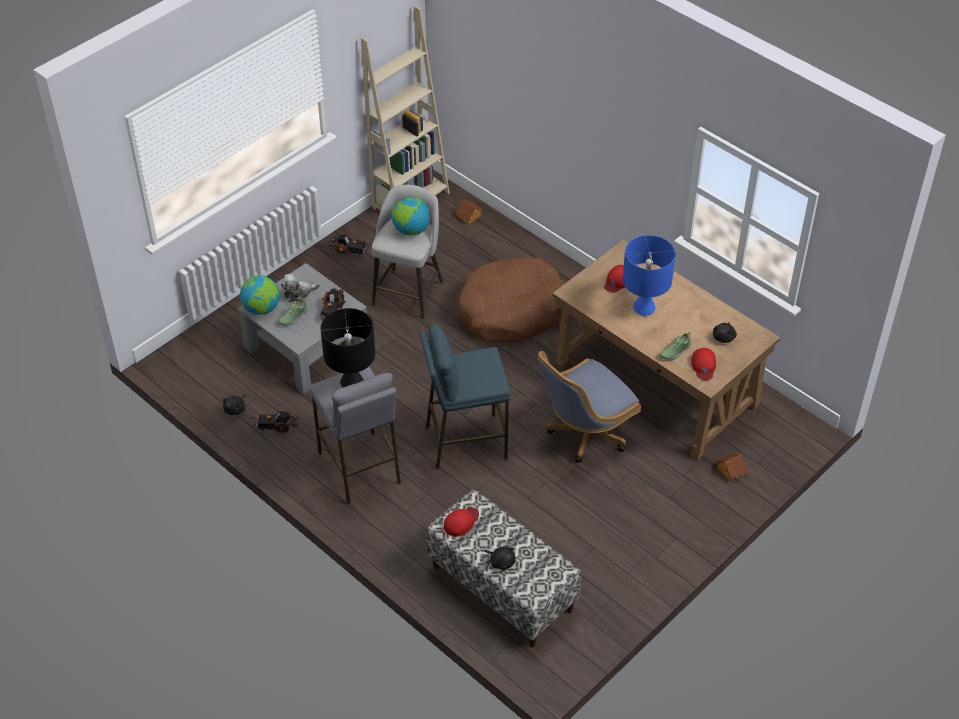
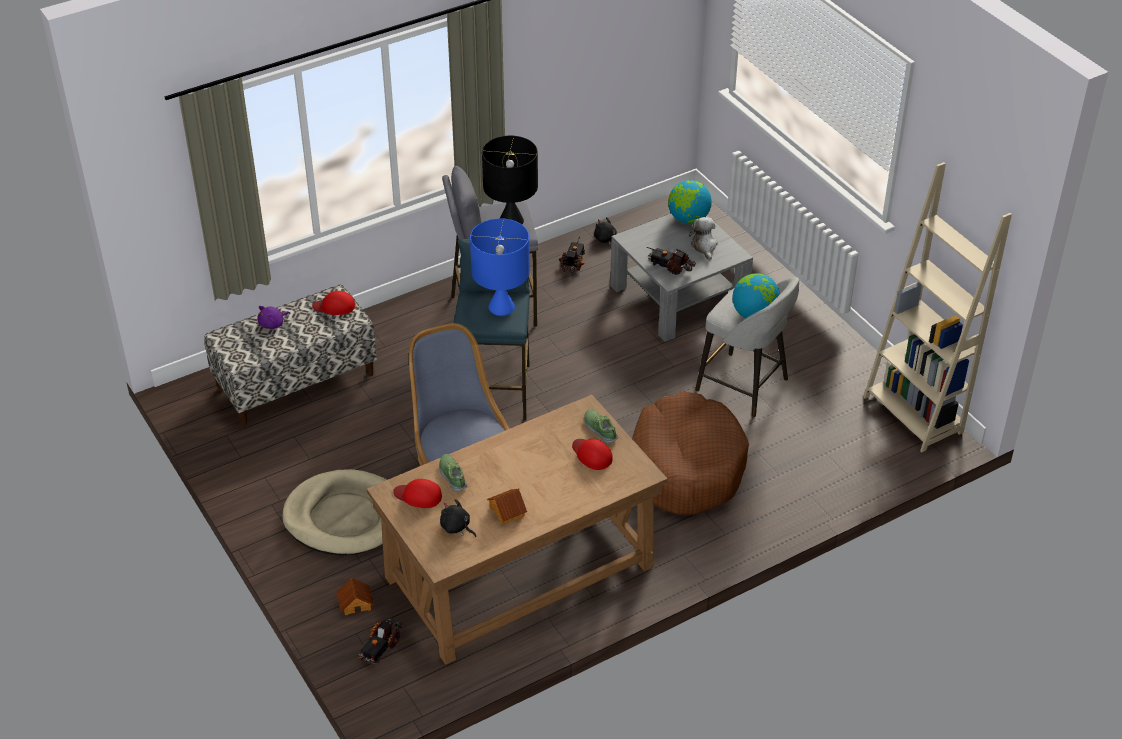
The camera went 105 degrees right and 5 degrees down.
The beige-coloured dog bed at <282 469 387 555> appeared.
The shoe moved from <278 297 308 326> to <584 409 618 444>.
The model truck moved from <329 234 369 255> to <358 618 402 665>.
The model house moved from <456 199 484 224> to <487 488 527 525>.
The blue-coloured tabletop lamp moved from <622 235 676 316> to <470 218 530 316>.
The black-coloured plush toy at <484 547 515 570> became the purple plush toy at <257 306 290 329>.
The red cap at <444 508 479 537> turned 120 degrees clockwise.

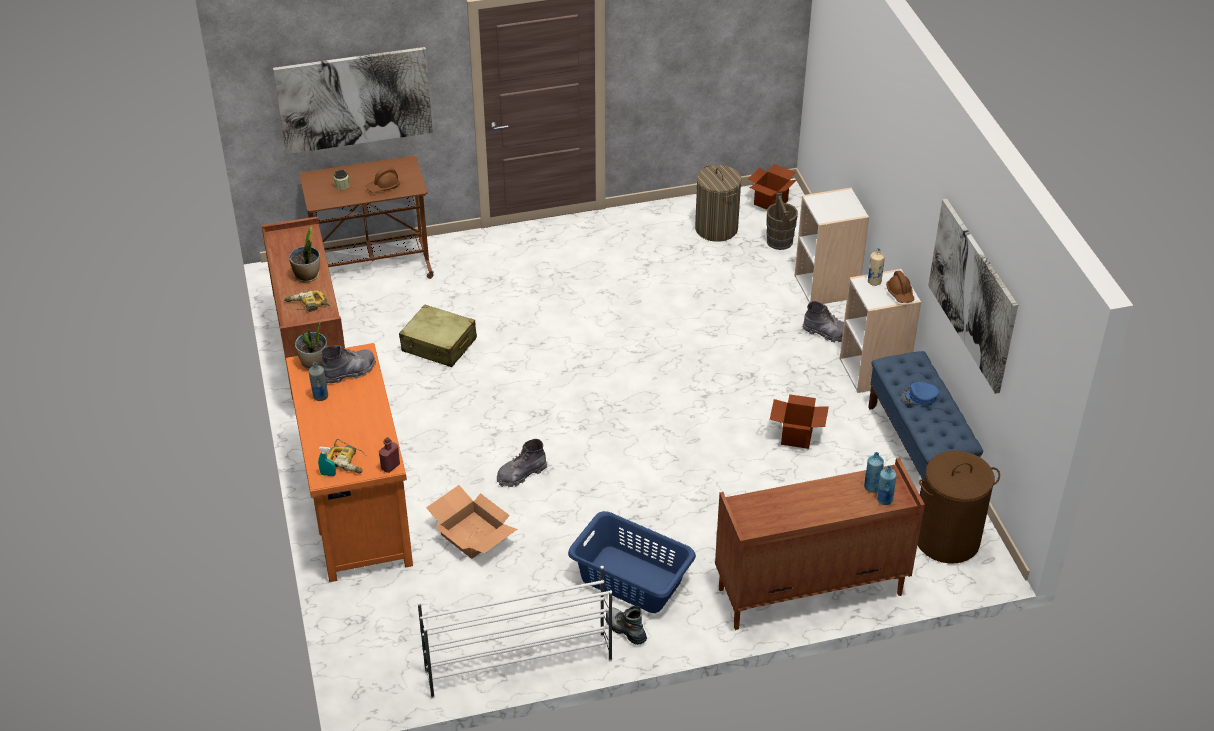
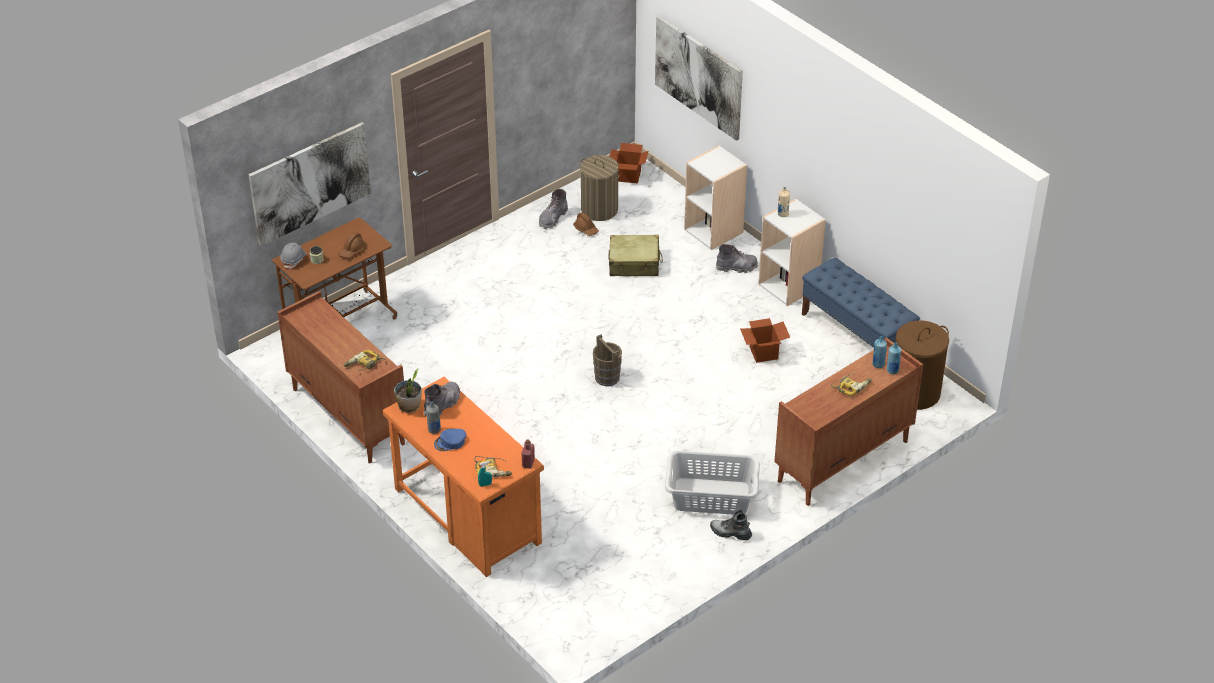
The camera went 25 degrees left and 0 degrees up.
The potted plant at <289 226 320 283> disappeared.
The white-coloured shoe rack at <418 566 612 699> disappeared.
The cardboard box at <426 485 517 559> disappeared.
The grey hard hat at <280 242 307 270> appeared.
The electric drill at <831 374 872 396> appeared.
The beige-coloured travel case moved from <399 304 477 367> to <608 235 663 276>.
The grey boot moved from <496 439 547 487> to <539 189 568 229>.
The brown-coloured pail moved from <766 193 798 250> to <593 334 622 386>.
The brown-coloured hard hat moved from <886 271 915 303> to <573 213 599 236>.
The blue-coloured cap moved from <901 382 939 406> to <434 429 466 451>.
The wall art moved from <928 199 1018 394> to <655 16 743 141>.
The blue-coloured hamper at <568 511 696 613> became the grey hamper at <665 450 760 515>.

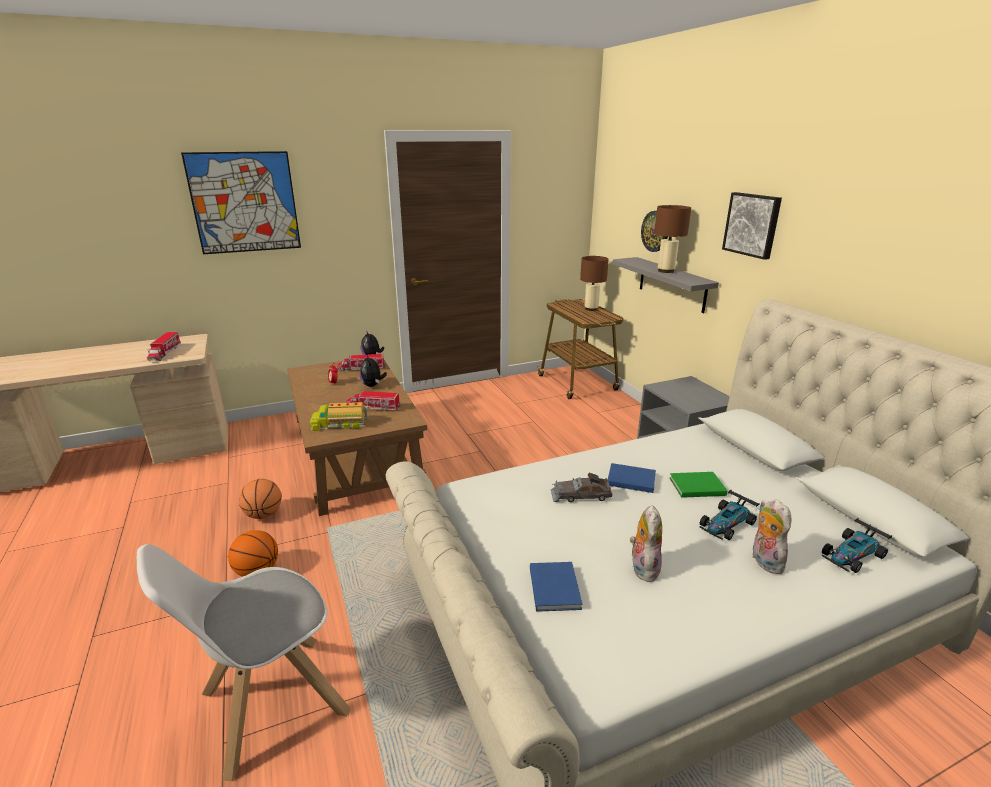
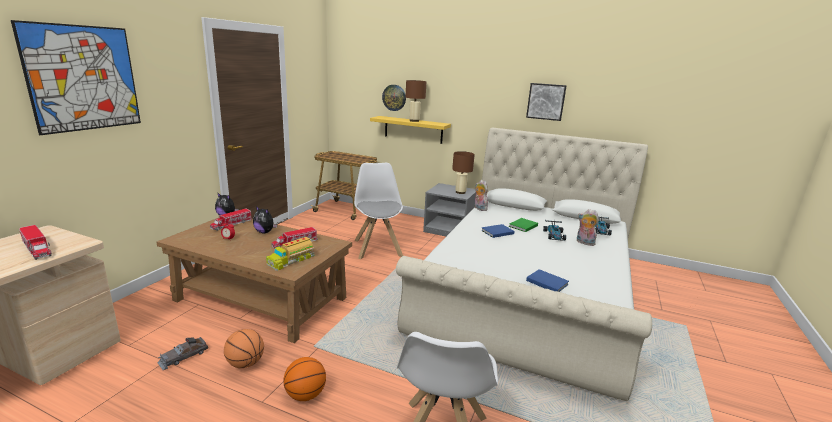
The camera went 45 degrees left and 5 degrees down.
The chair at <354 163 403 259> appeared.
The grey toy car moved from <551 473 612 502> to <157 337 208 370>.
The brown-coloured tabletop lamp moved from <580 256 609 311> to <452 151 474 194>.
The plush toy moved from <630 505 662 582> to <475 180 488 211>.
The wall art moved from <722 192 782 260> to <526 83 567 121>.
The grey shelf at <612 257 719 313> became the yellowish shelf at <370 116 451 144>.

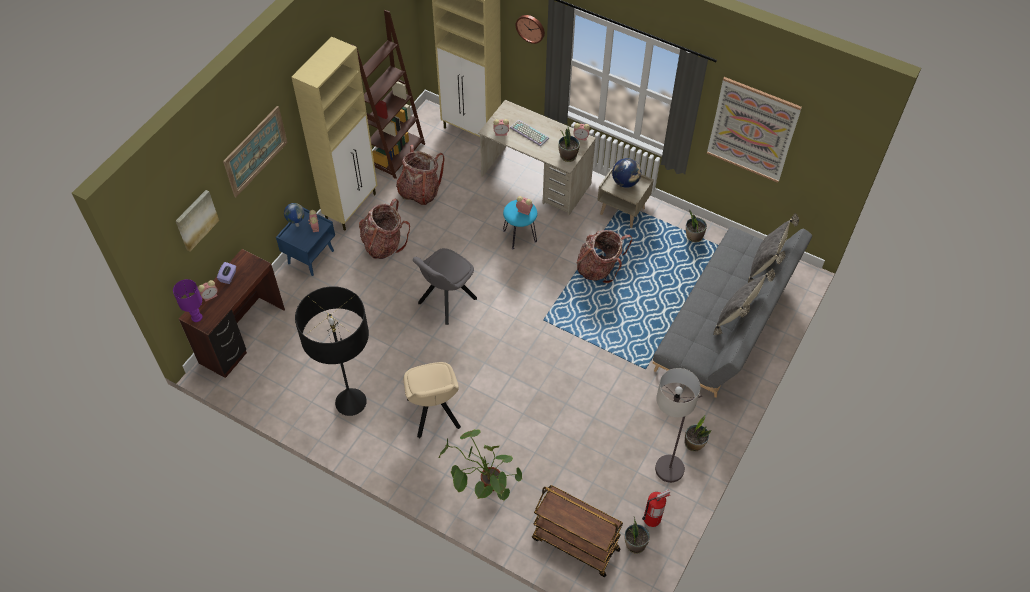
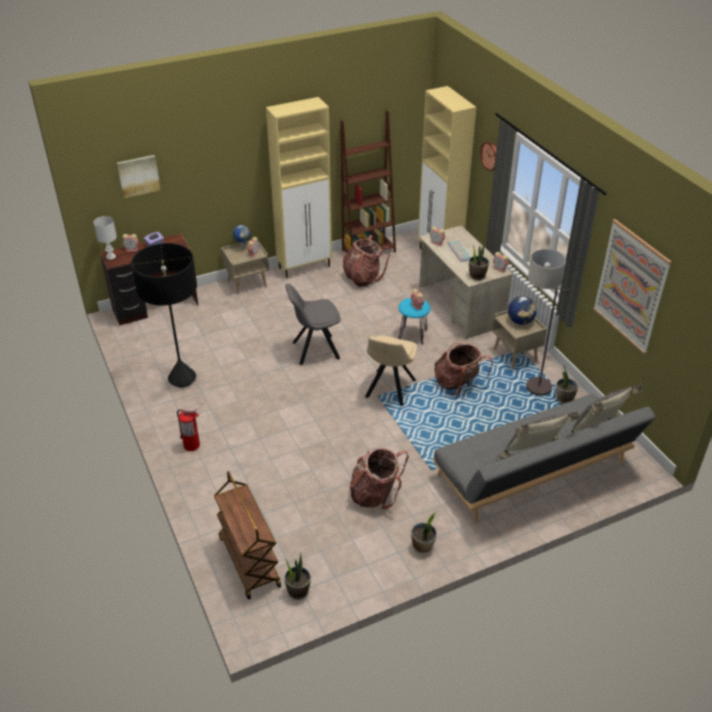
The camera went 35 degrees right and 15 degrees down.
The wall art at <223 106 288 197> disappeared.
The potted plant at <439 429 522 501> disappeared.
The backpack moved from <359 198 410 259> to <350 448 409 509>.
The beige-coloured chair moved from <404 362 461 438> to <365 335 417 406>.
The extinguisher moved from <642 490 670 527> to <177 409 200 451>.
The grey standing lamp moved from <655 368 702 483> to <526 249 570 396>.
The purple tabletop lamp at <173 279 203 322> became the white-coloured tabletop lamp at <93 216 117 260>.
The blue-coloured bedside table at <276 207 335 276> became the beige-coloured bedside table at <221 240 269 294>.

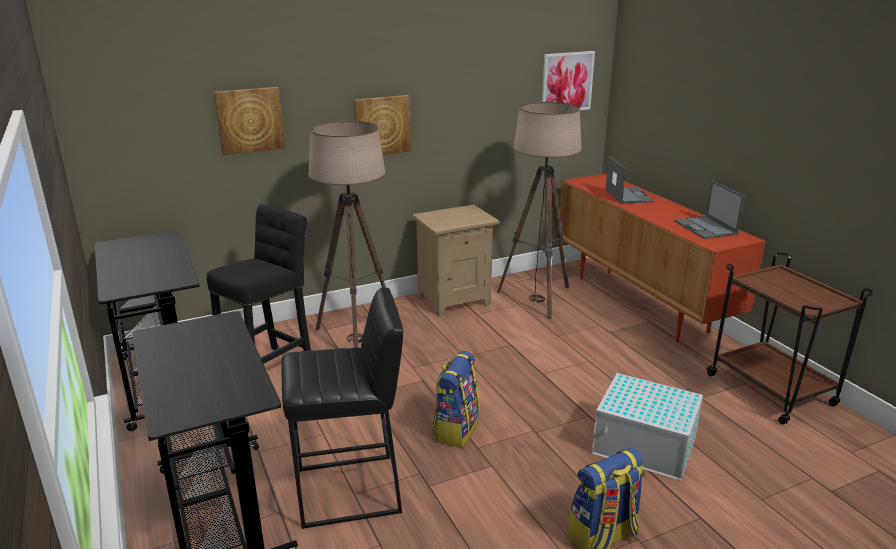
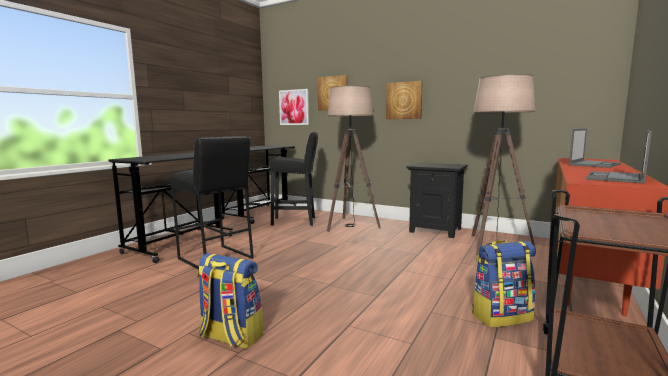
The camera went 55 degrees right and 15 degrees down.
The white-coloured storage container at <592 373 703 480> disappeared.
The backpack moved from <432 351 480 448> to <472 240 536 328>.
The wall art moved from <542 51 595 110> to <279 89 309 125>.
The beige-coloured bedside table at <412 204 500 316> became the black-coloured bedside table at <406 163 468 238>.

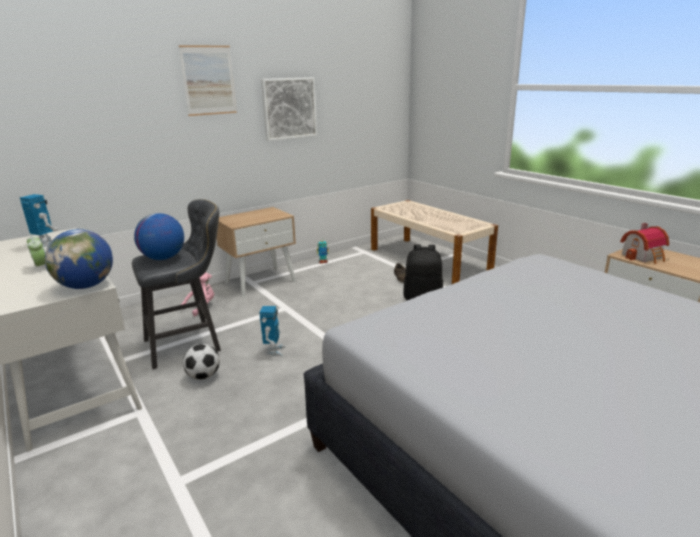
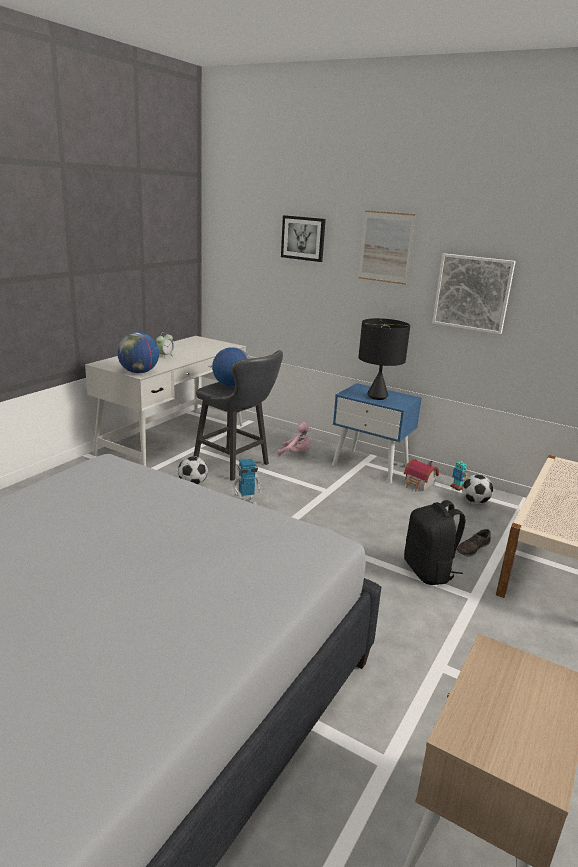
The camera went 65 degrees right and 0 degrees up.
The toy robot at <20 194 58 247> disappeared.
The wall art at <281 215 326 262> appeared.
The black-coloured tabletop lamp at <358 318 410 400> appeared.
The football at <462 474 493 504> appeared.
The model house moved from <620 223 669 264> to <404 459 439 492>.
The beige-coloured bedside table at <217 207 296 297> became the blue-coloured bedside table at <332 383 422 483>.

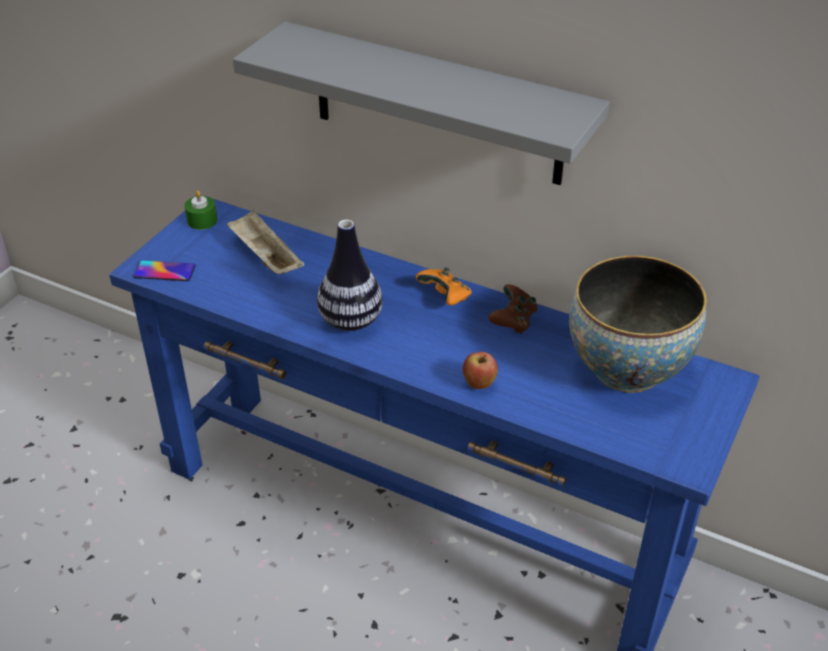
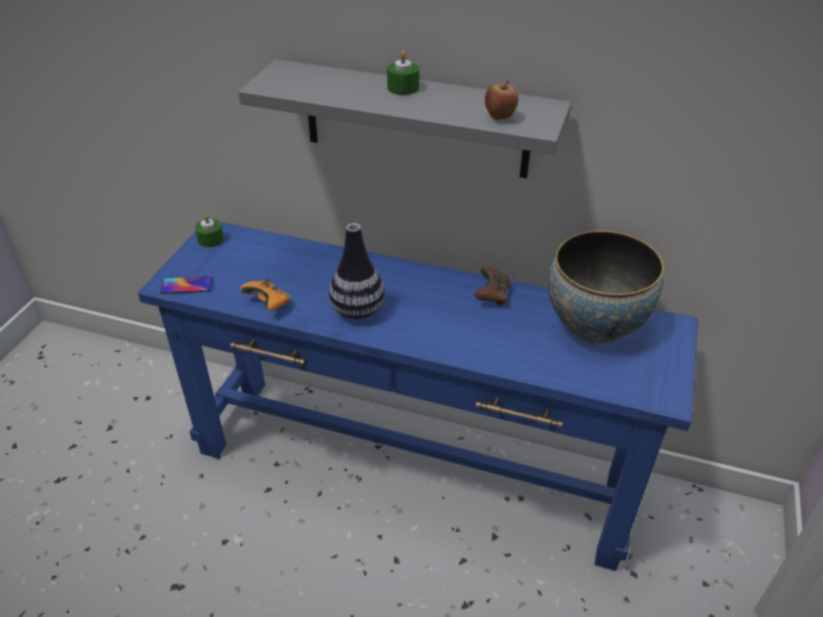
The camera went 10 degrees left and 0 degrees up.
The beige-coloured tray at <227 210 304 274> disappeared.
The greenish candle at <387 51 419 95> appeared.
The orange-coloured game controller moved from <416 267 472 305> to <240 278 290 311>.
The apple moved from <463 352 498 389> to <485 81 518 120>.

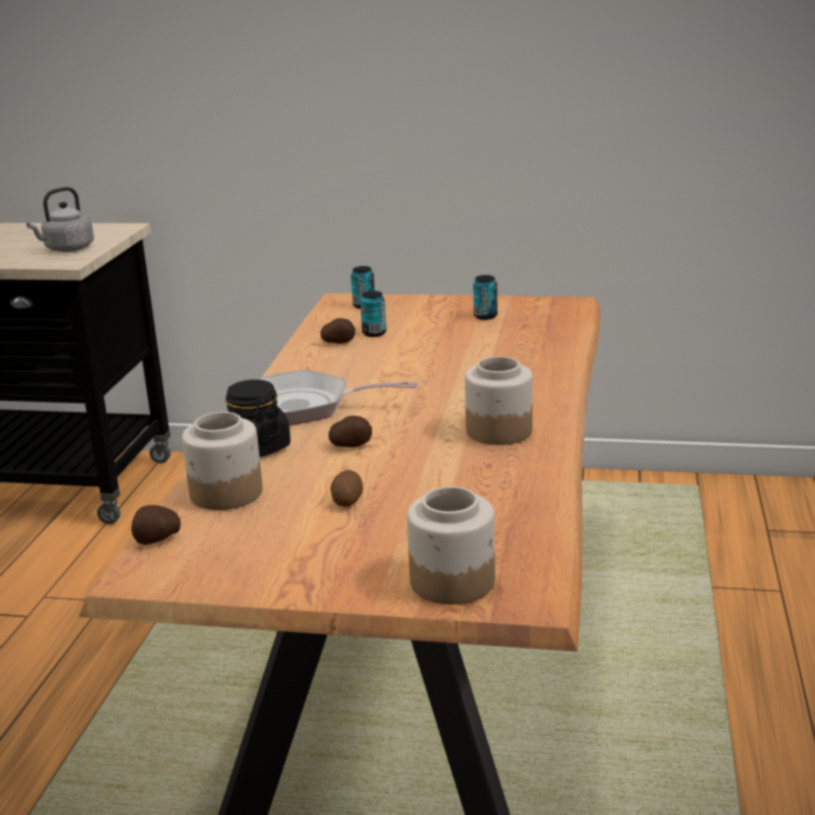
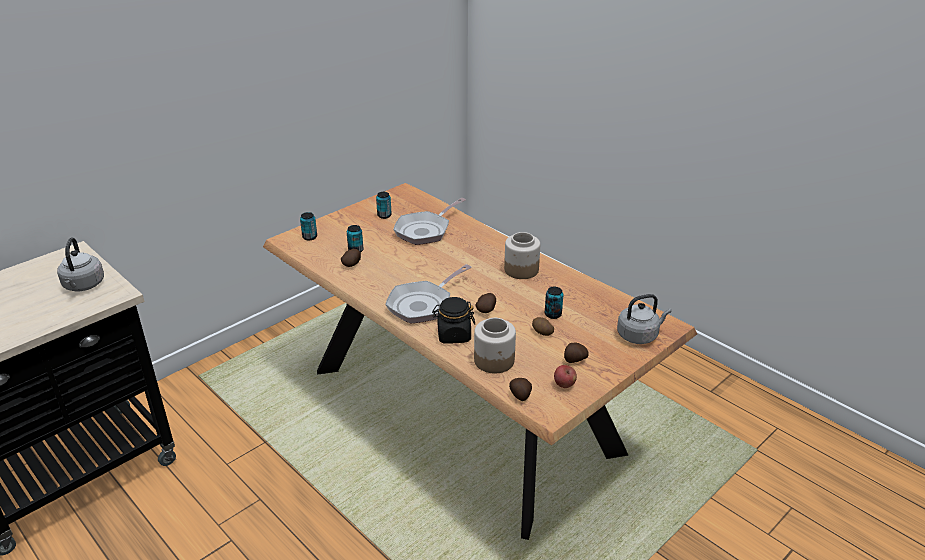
The camera went 55 degrees left and 10 degrees up.
The pan at <393 198 466 245> appeared.
The sealed can at <545 287 563 319> appeared.
The apple at <554 365 577 388> appeared.
The whole potato at <564 342 588 363> appeared.
The jar at <407 487 495 604> was replaced by the grey water kettle at <617 294 671 344>.

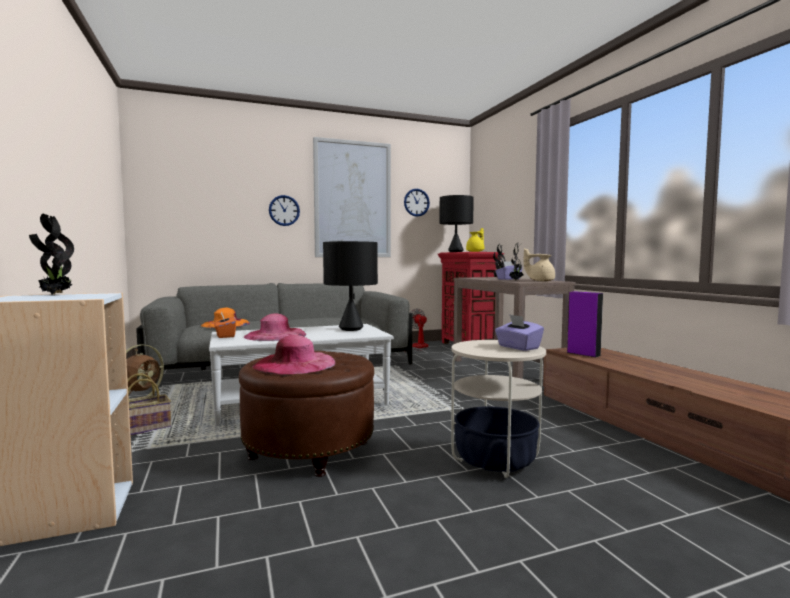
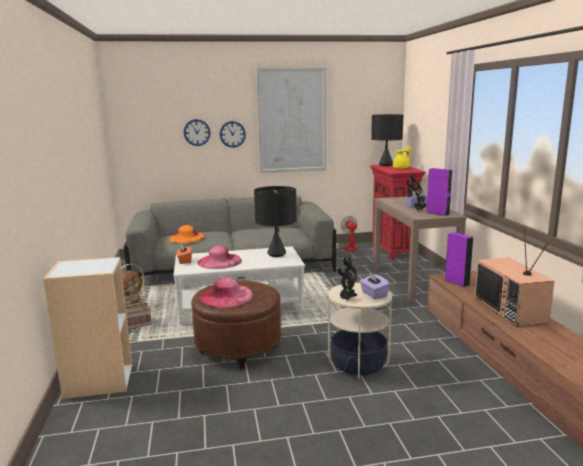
The camera went 10 degrees right and 10 degrees up.
The TV at <475 228 554 327> appeared.
The potted plant moved from <29 213 74 294> to <338 257 357 300>.
The clock on the wall moved from <404 189 430 217> to <184 119 210 146>.
The beige-coloured teapot at <524 248 555 281> was replaced by the purple loudspeaker at <427 168 452 216>.

